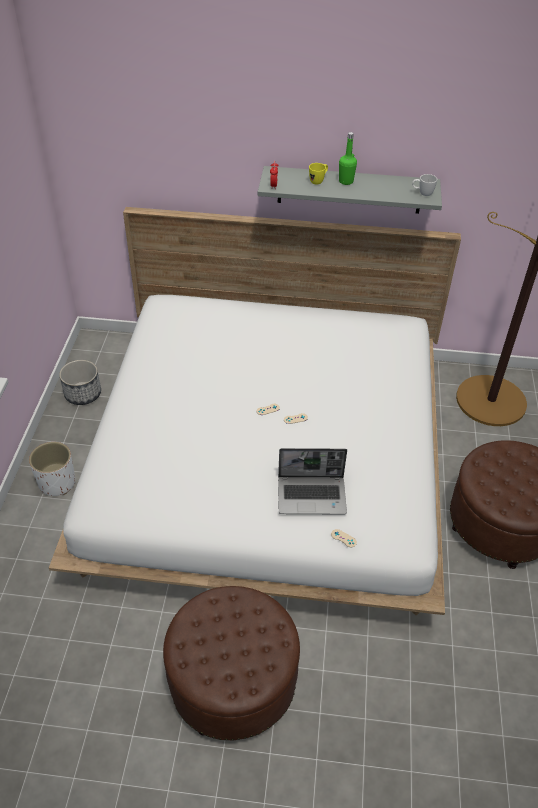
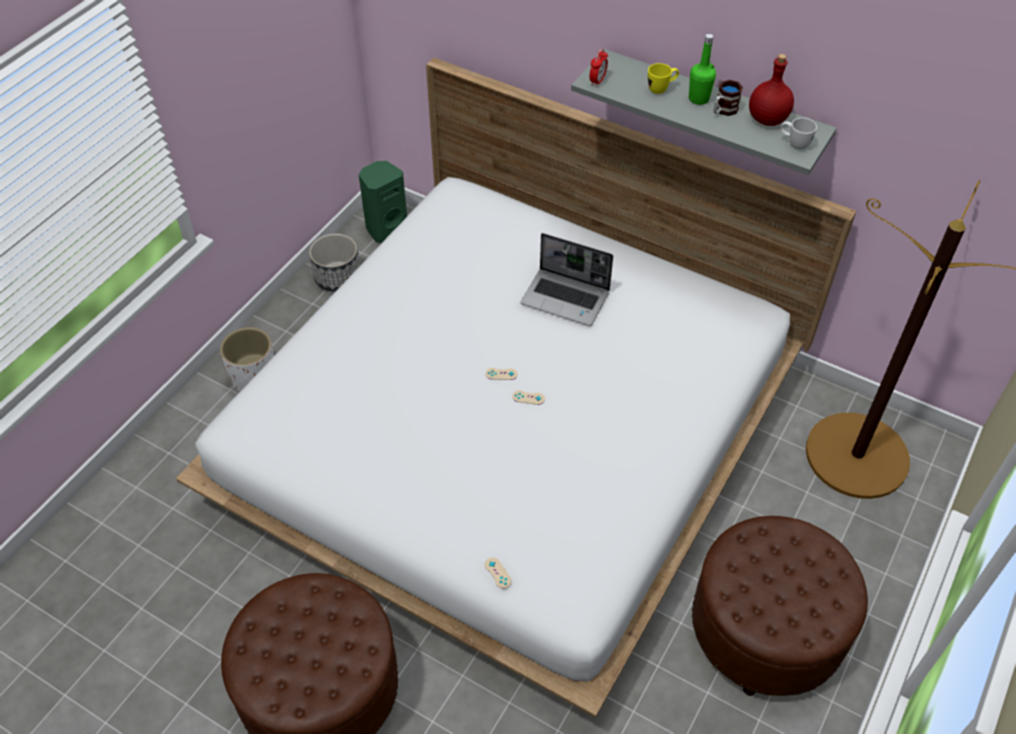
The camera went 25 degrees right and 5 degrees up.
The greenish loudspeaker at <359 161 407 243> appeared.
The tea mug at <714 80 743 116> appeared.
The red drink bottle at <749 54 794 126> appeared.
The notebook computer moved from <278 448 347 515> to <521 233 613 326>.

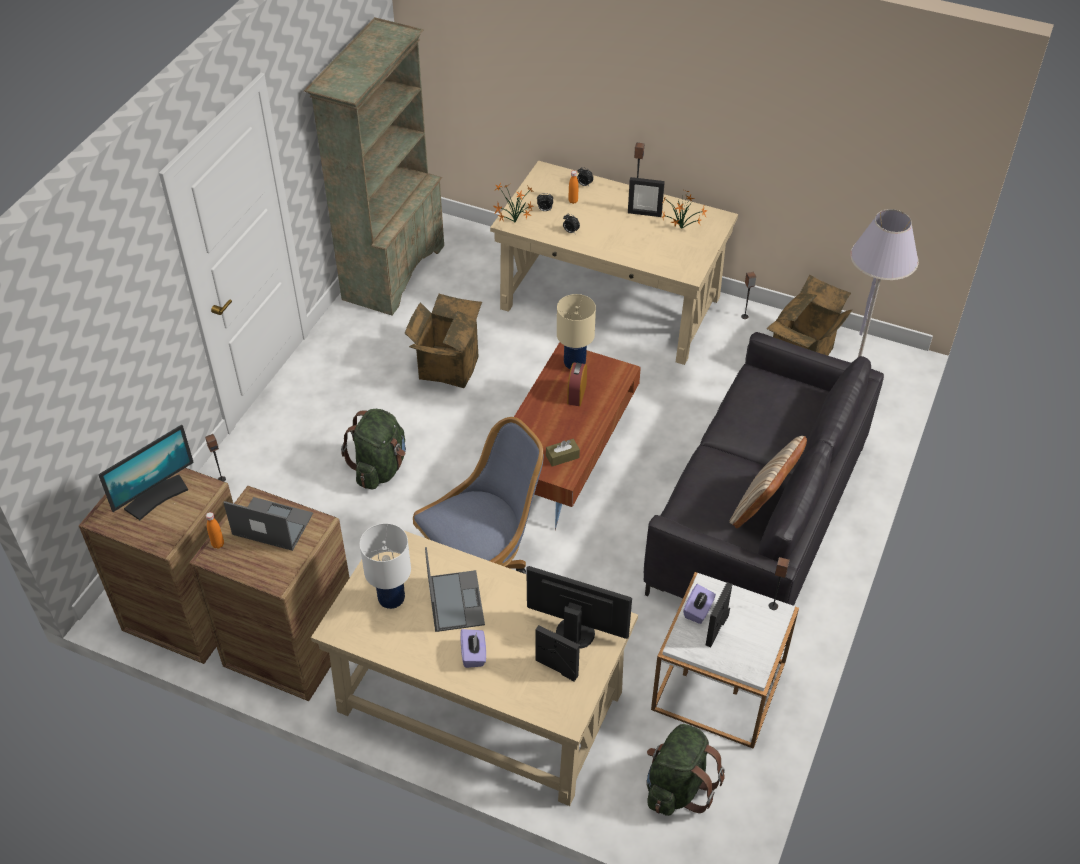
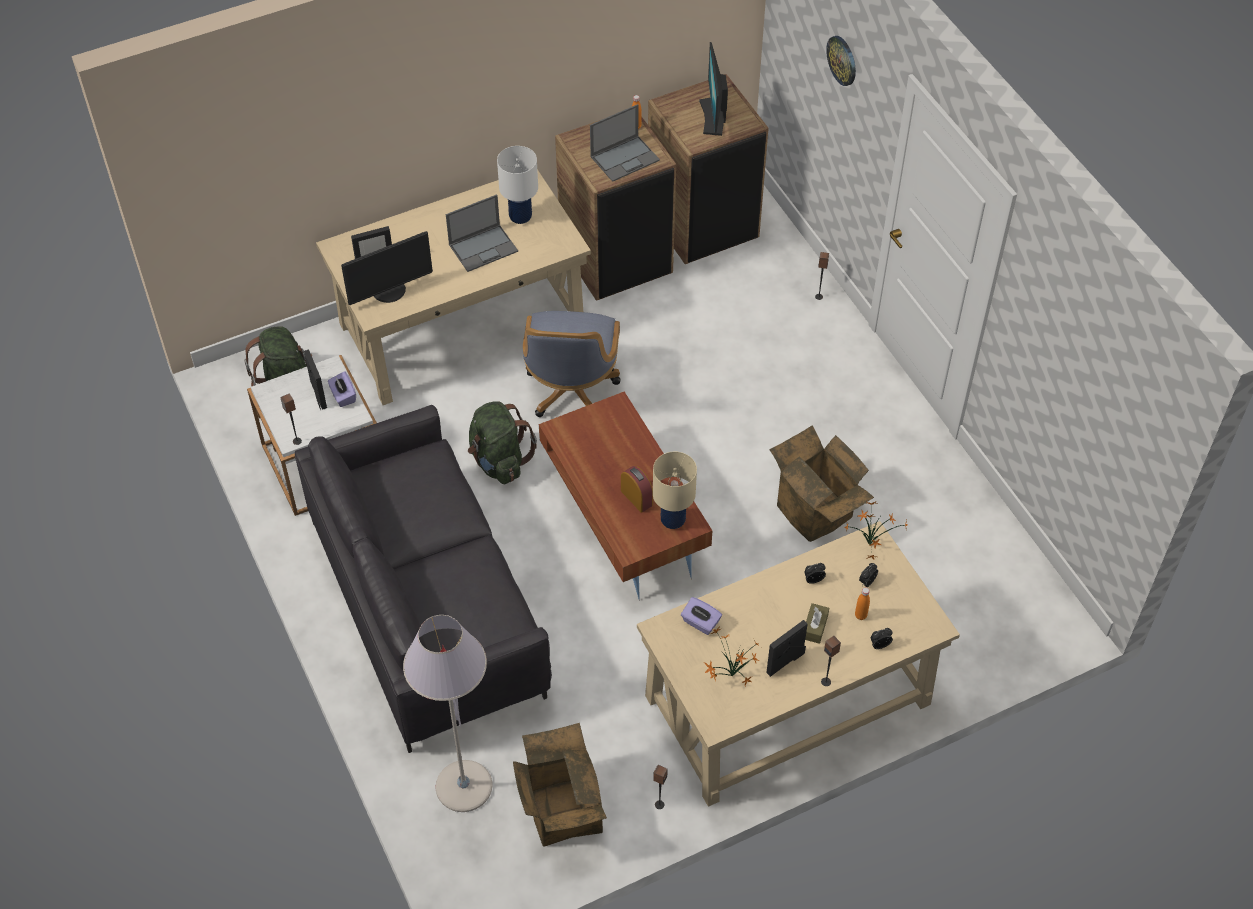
The camera went 130 degrees right and 5 degrees up.
The greenish shelving unit at <304 17 444 315> disappeared.
The beige-coloured throw pillow at <729 436 807 528> disappeared.
The clock on the wall at <826 36 856 86> appeared.
The greenish backpack moved from <341 409 406 489> to <468 401 537 484>.
The purple box of tissues moved from <460 629 486 668> to <681 597 722 635>.
The brown-coloured box of tissues moved from <546 439 580 467> to <805 603 829 644>.
The notebook computer at <425 547 485 632> turned 60 degrees counterclockwise.

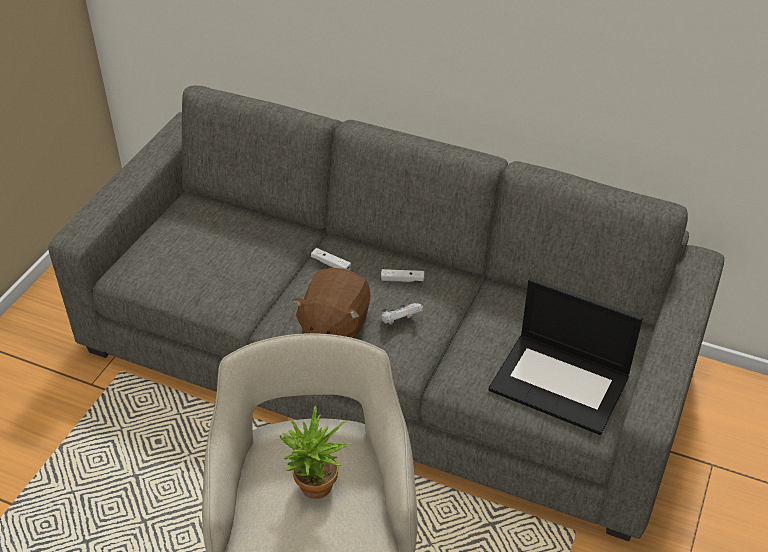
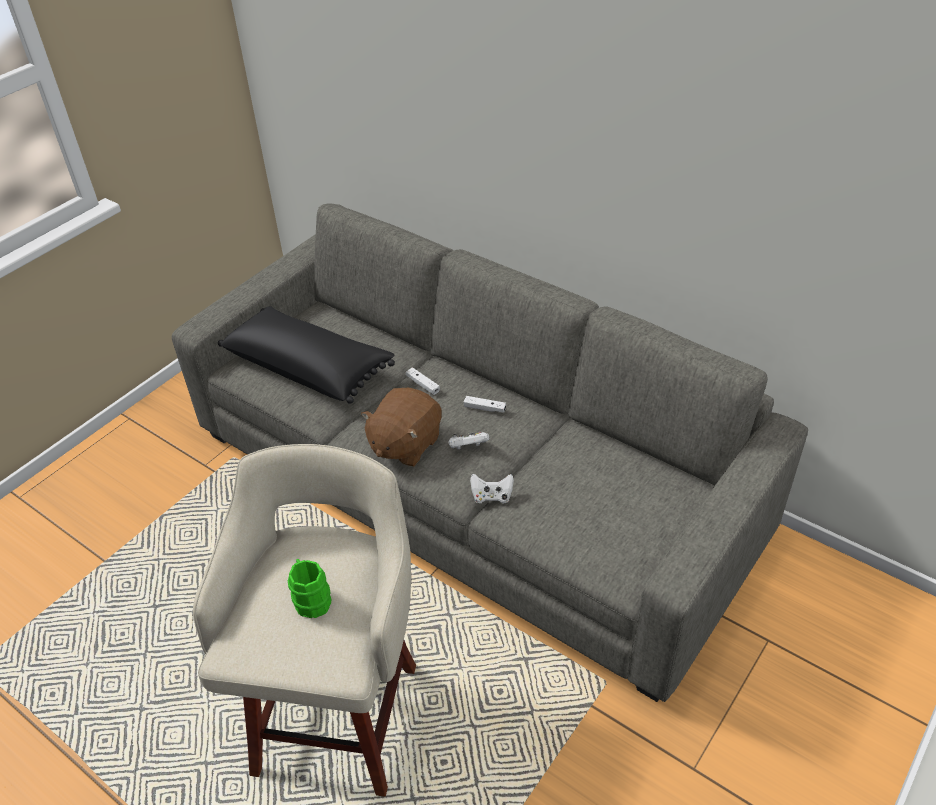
The camera went 15 degrees right and 0 degrees up.
The notebook computer at <488 278 643 435> disappeared.
The black-coloured throw pillow at <218 306 395 404> appeared.
The white-coloured game controller at <470 474 514 504> appeared.
The potted plant at <280 405 351 499> was replaced by the greenish tea mug at <288 559 331 618>.

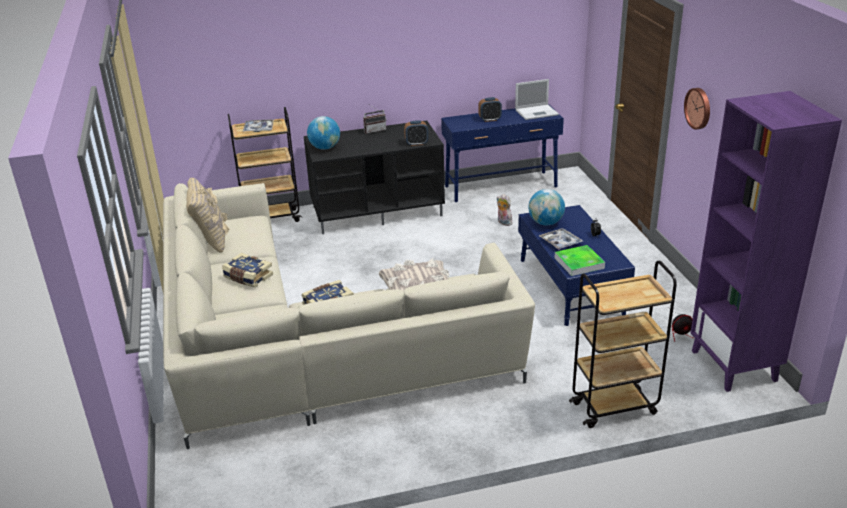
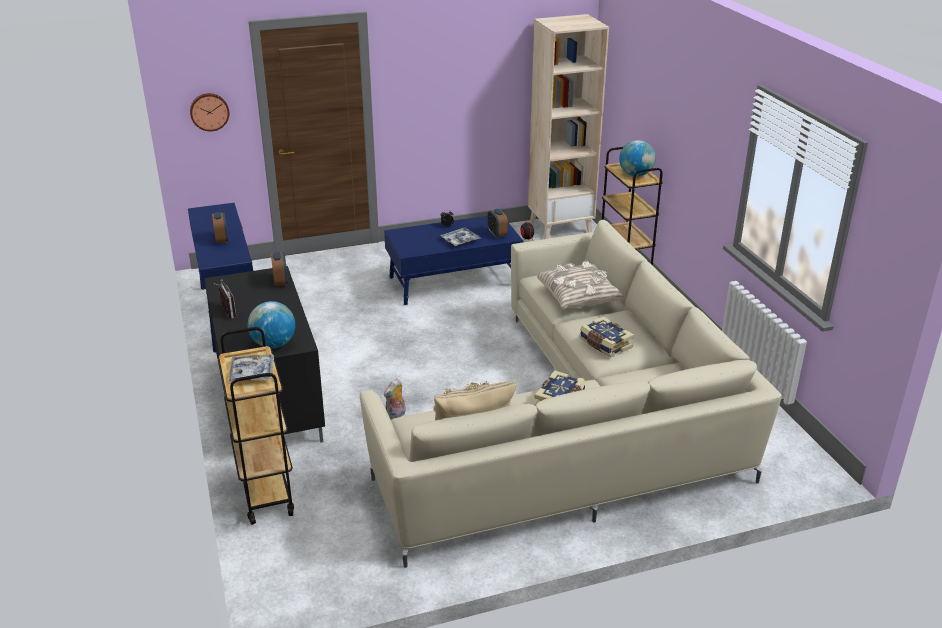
The camera went 95 degrees left and 0 degrees up.
The notebook computer at <515 79 559 120> disappeared.
The plush toy moved from <497 194 514 226> to <384 378 406 420>.
The desk globe moved from <528 189 565 225> to <619 140 656 177>.
The clock on the wall moved from <684 88 710 130> to <190 93 229 131>.
The tray at <555 245 605 276> was replaced by the bedside clock at <487 209 508 238>.
The purple shelving unit at <690 91 842 392> became the beige-coloured shelving unit at <528 14 609 239>.

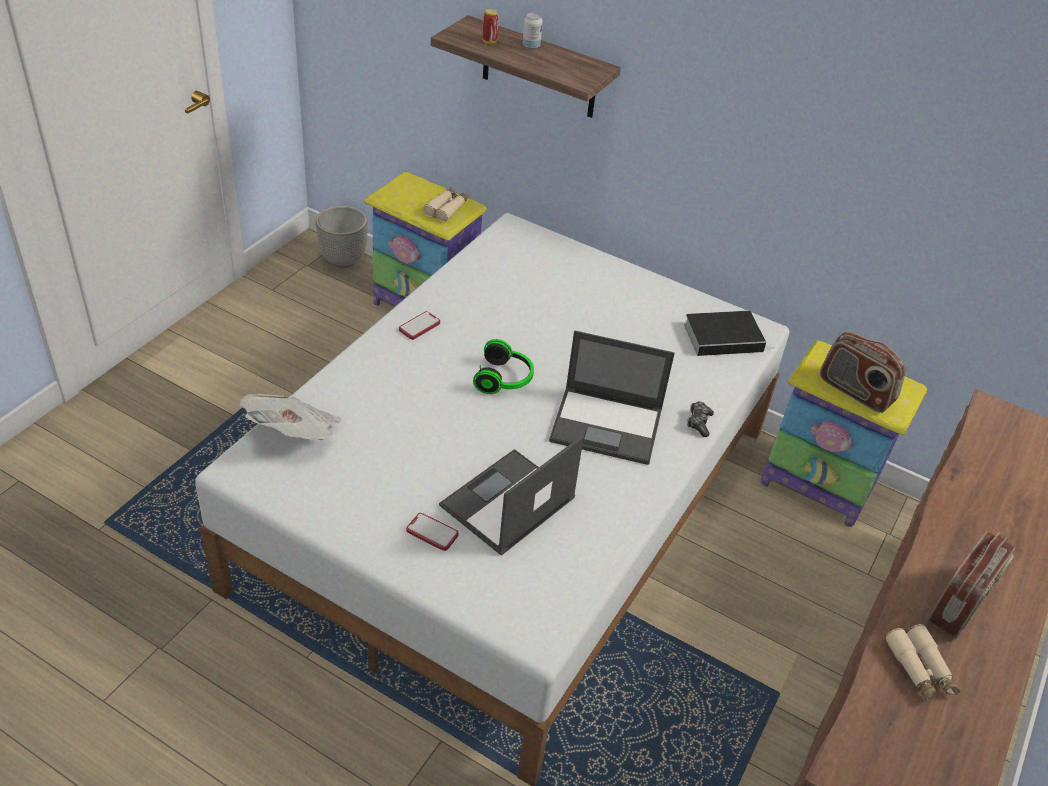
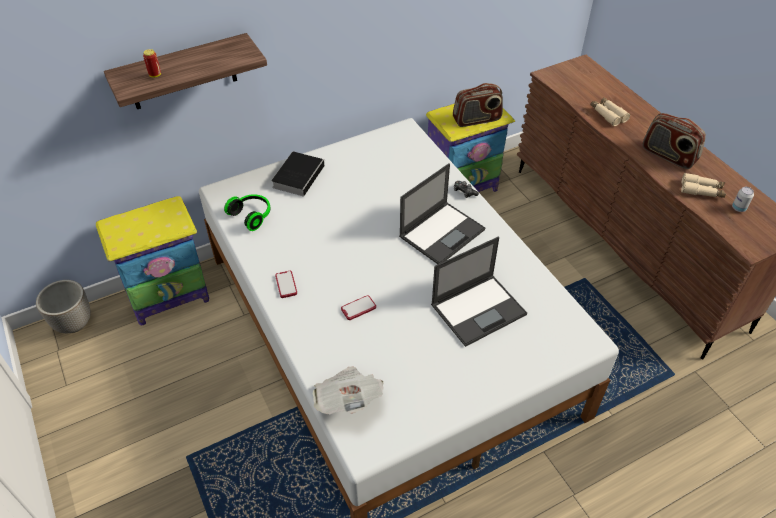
The camera went 55 degrees left and 5 degrees up.
The telephone moved from <406 513 459 551> to <341 295 376 320>.
The beige-coloured field glasses moved from <423 188 469 222> to <591 97 630 126>.
The pair of headphones moved from <473 339 534 394> to <224 194 270 231>.
The sealed can moved from <523 13 543 49> to <732 187 754 212>.
The volume moved from <684 311 775 356> to <271 151 326 197>.
The notebook computer at <439 435 584 556> turned 105 degrees counterclockwise.
The radio at <928 531 1016 638> turned 150 degrees clockwise.

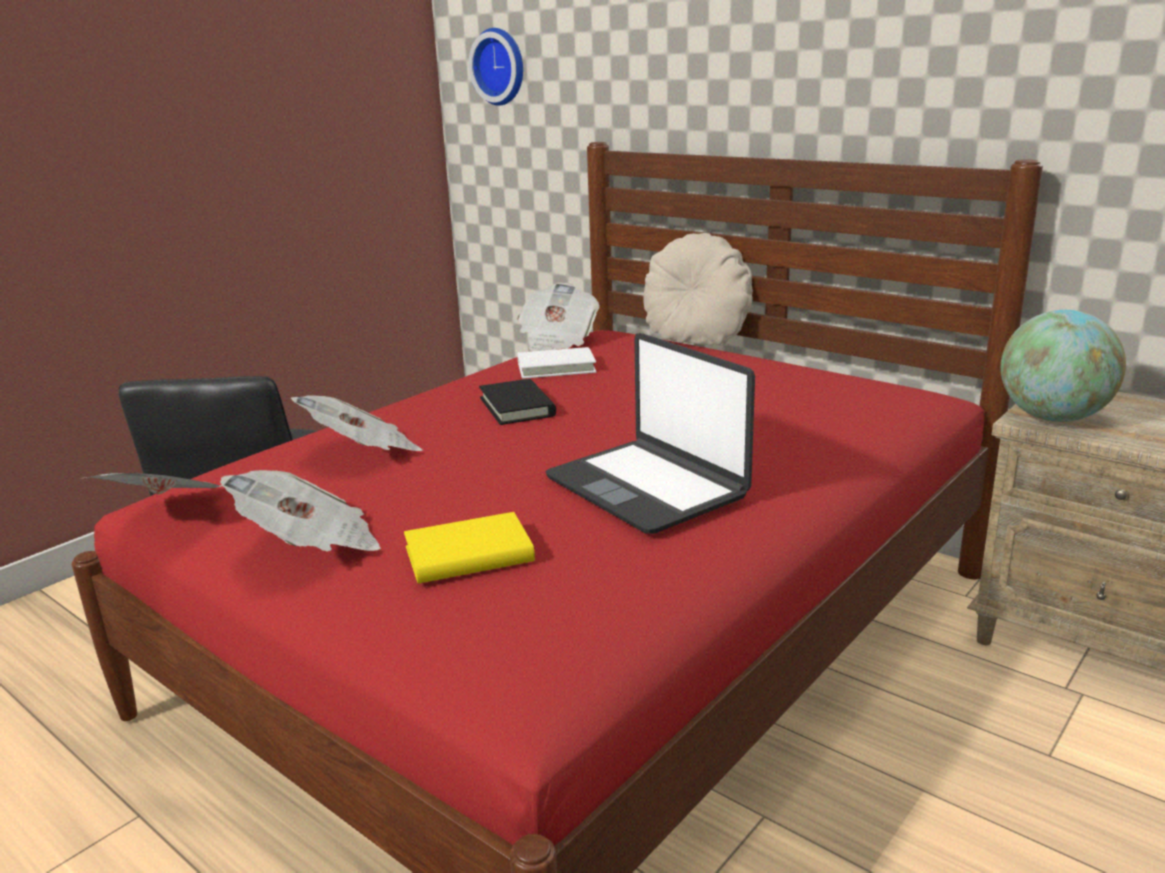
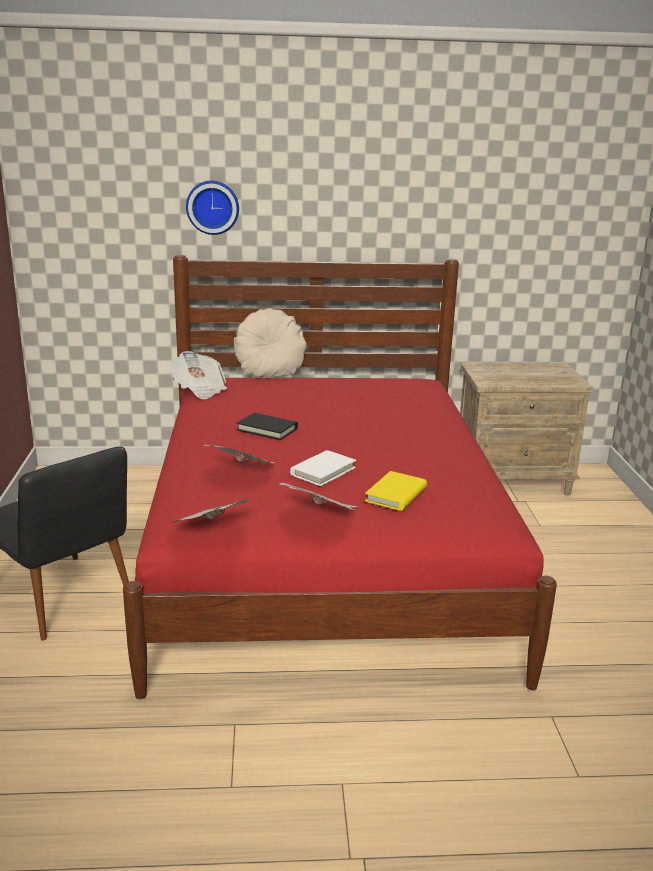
The camera went 45 degrees left and 0 degrees up.
The notebook computer at <545 333 755 534> disappeared.
The desk globe at <1001 310 1126 422> disappeared.
The clock on the wall moved from <469 28 523 106> to <186 181 239 235>.
The white-coloured volume moved from <517 347 596 379> to <290 450 356 486>.

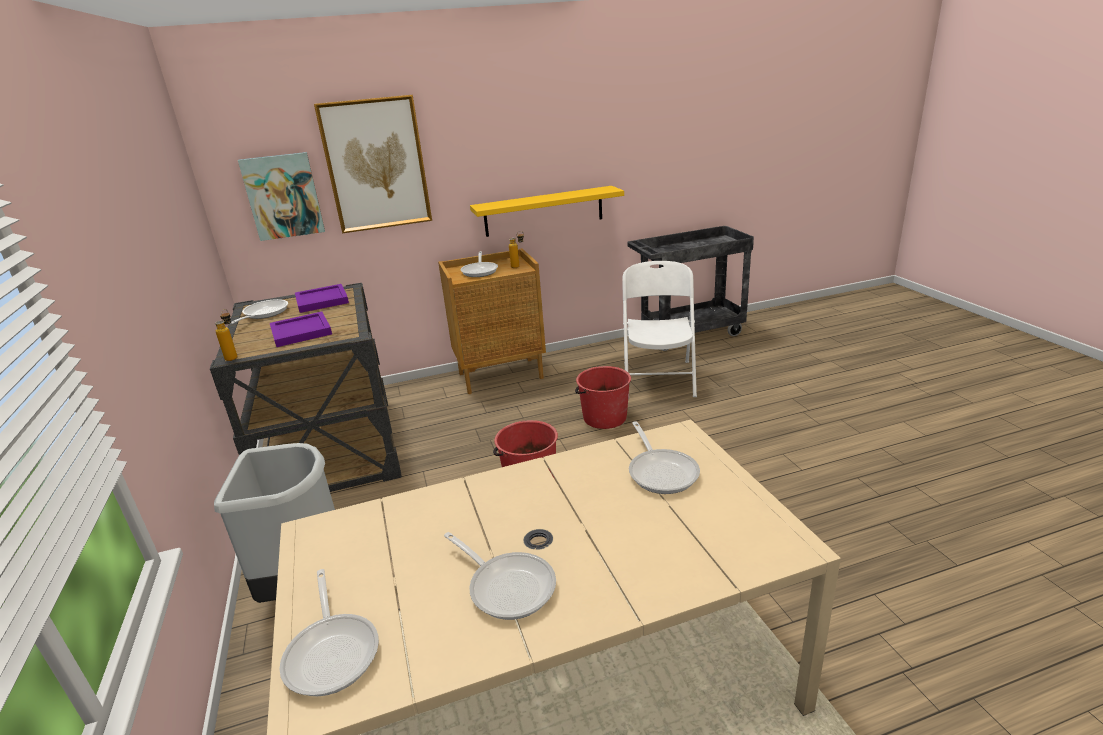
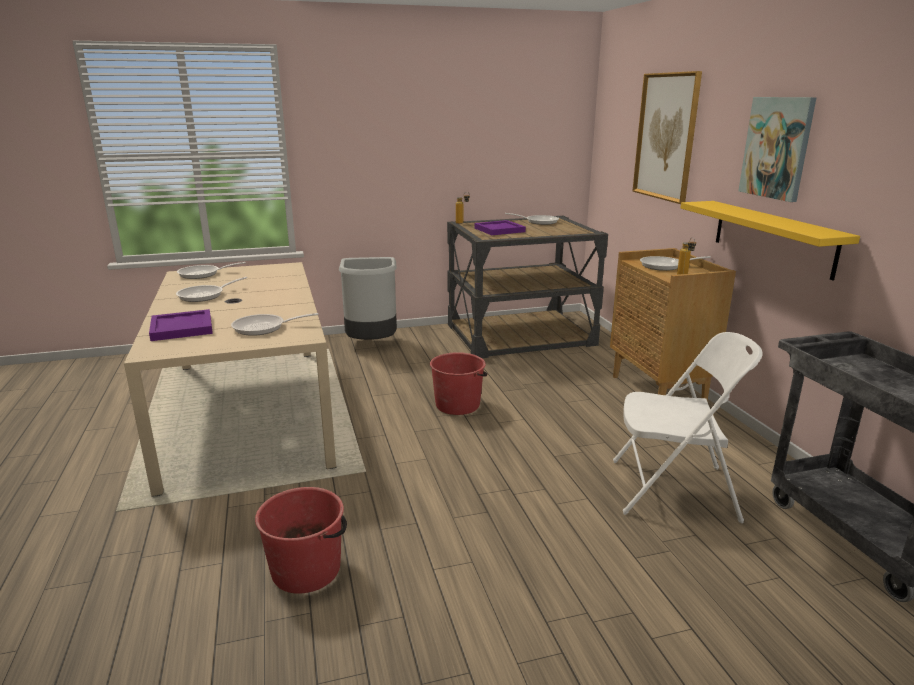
The camera went 90 degrees right and 5 degrees down.
The wall art moved from <238 152 325 241> to <738 97 816 202>.
The purple tray moved from <295 284 349 313> to <149 309 213 341>.
The red pail moved from <575 366 631 429> to <255 487 347 594>.

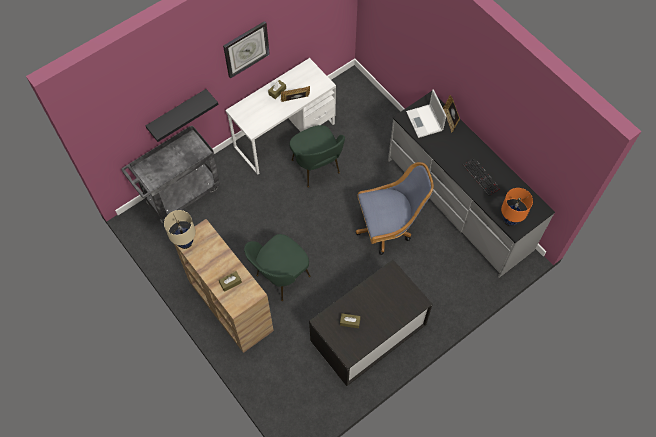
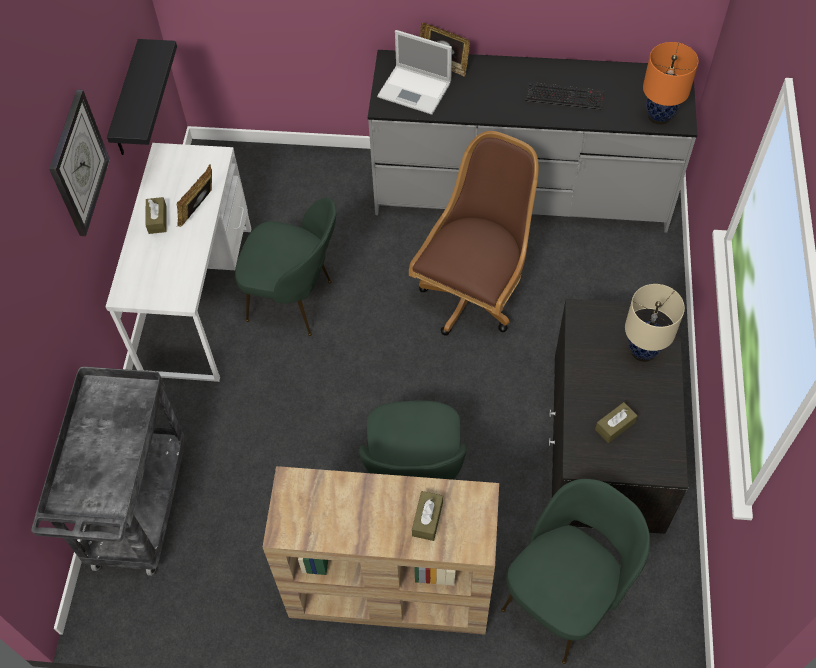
The camera went 45 degrees left and 5 degrees down.
The greenish chair at <501 479 650 664> appeared.
The black-coloured shelf moved from <145 89 218 142> to <107 39 177 155>.
The beige-coloured tabletop lamp moved from <164 210 196 249> to <625 284 685 362>.
The blue-coloured desk chair at <356 162 434 255> became the brown-coloured desk chair at <409 131 539 336>.

